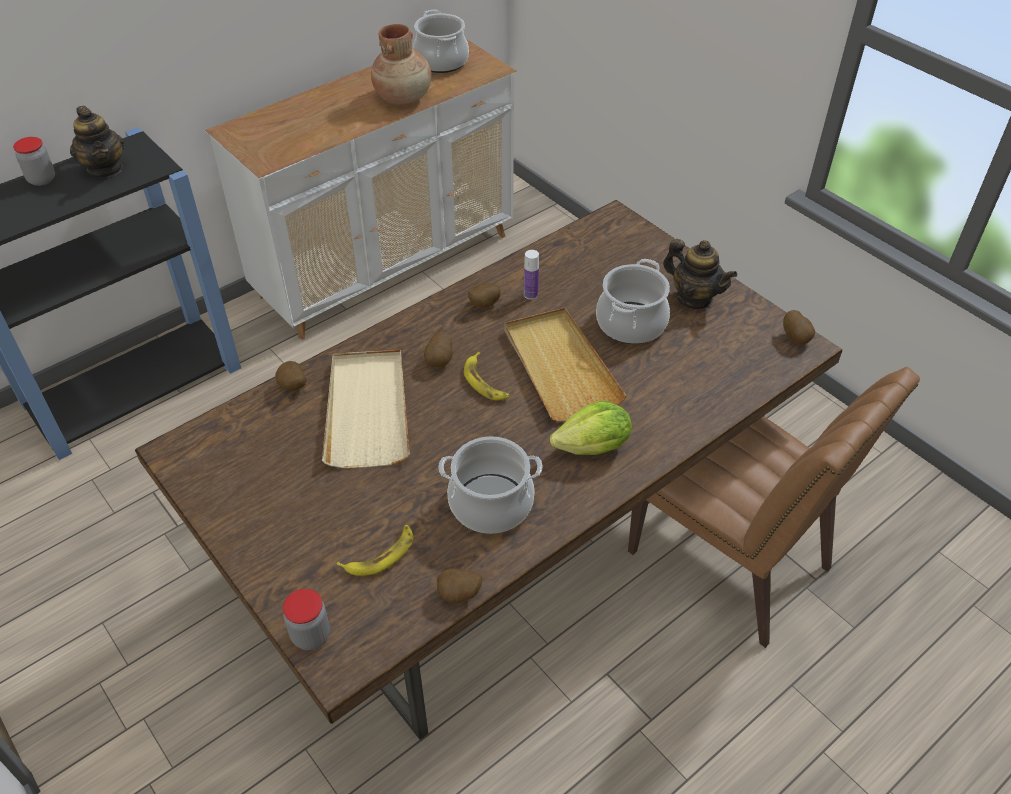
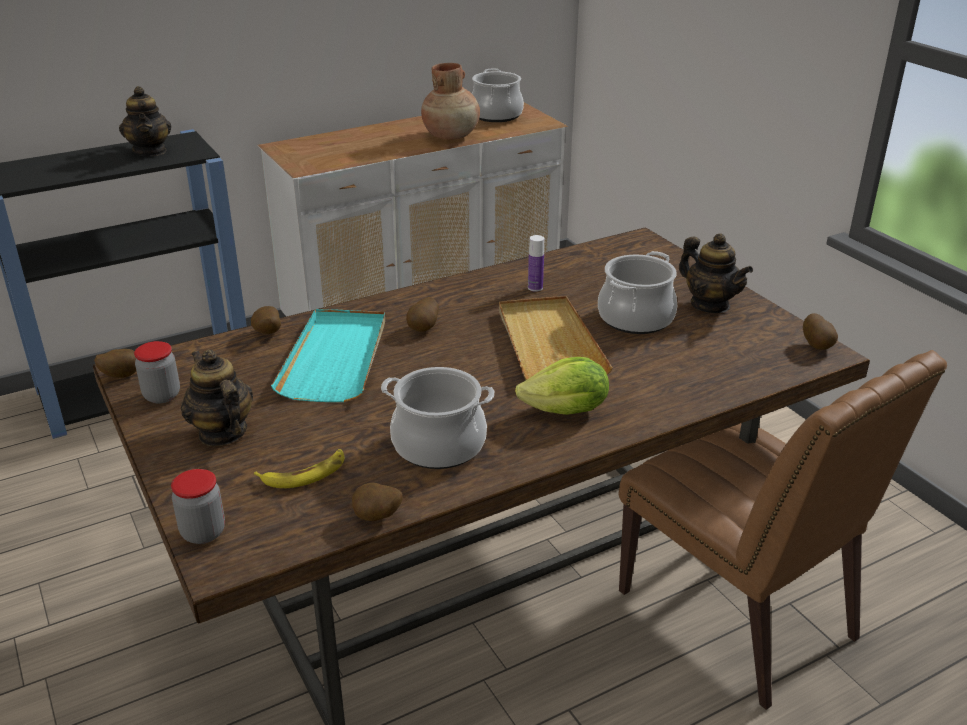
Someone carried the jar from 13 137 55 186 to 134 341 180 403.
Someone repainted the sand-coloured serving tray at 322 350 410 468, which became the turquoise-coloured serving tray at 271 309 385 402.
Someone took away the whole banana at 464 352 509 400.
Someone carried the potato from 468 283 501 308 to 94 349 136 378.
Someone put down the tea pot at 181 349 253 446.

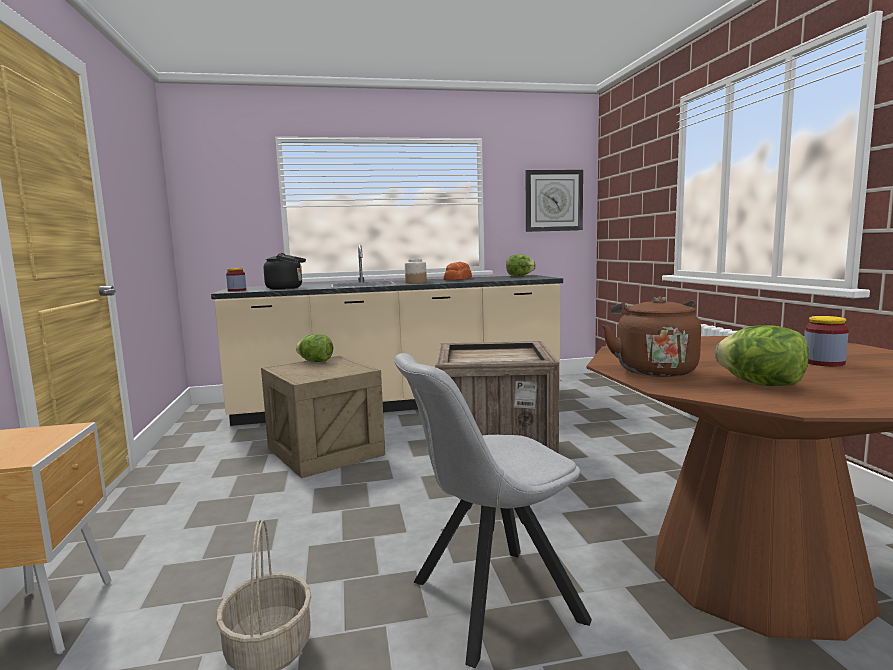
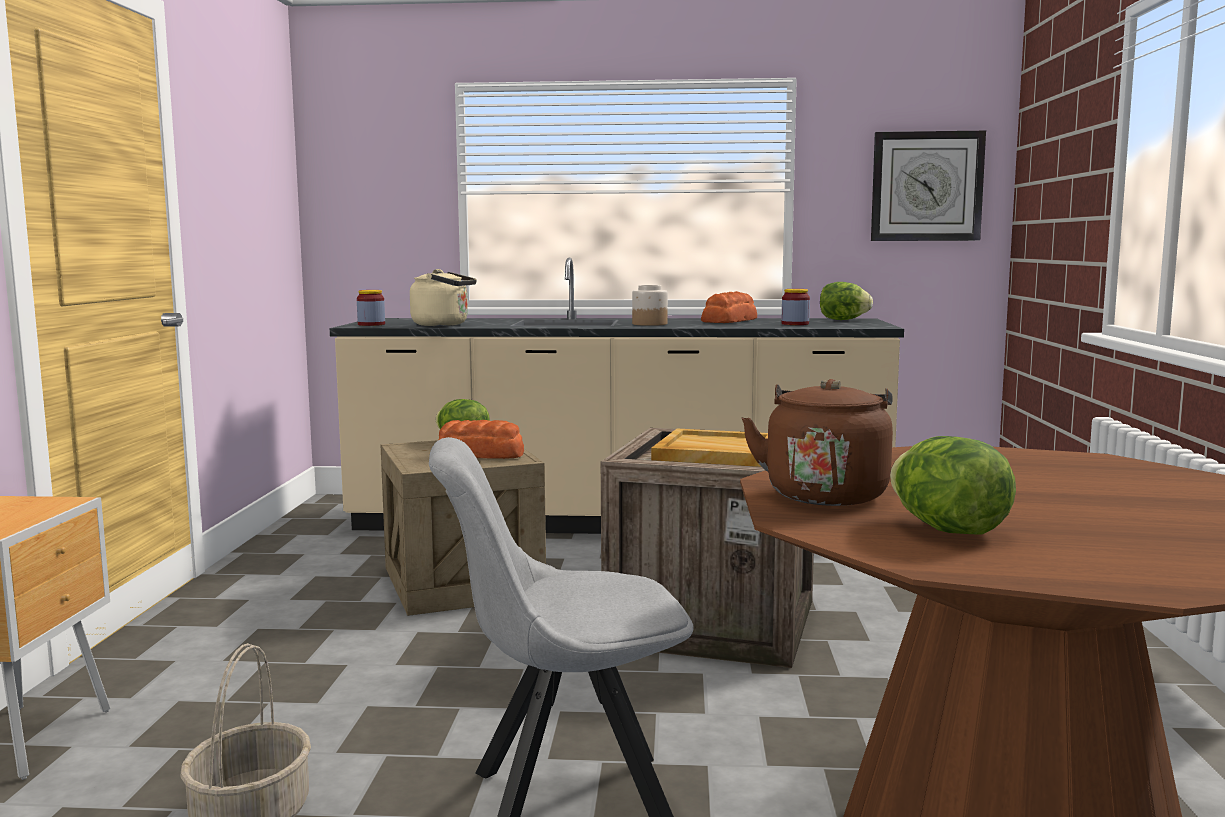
Someone repainted the black water kettle at 263 253 306 290, which became the sand-coloured water kettle at 410 269 477 326.
Someone carried the jar from 804 316 849 367 to 781 289 810 325.
Someone put down the baked bread at 438 420 524 459.
Someone put down the sand-coloured serving tray at 651 429 768 467.

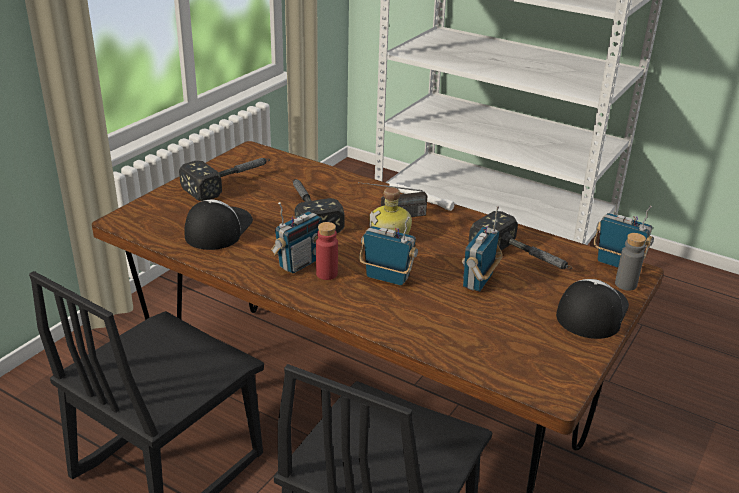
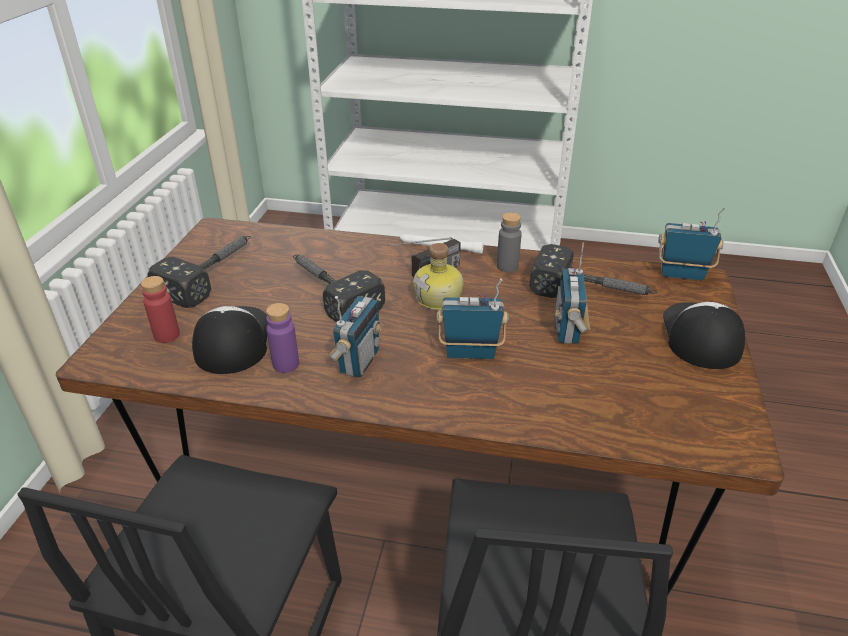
Someone carried the red-coloured beverage bottle from 316 222 338 280 to 141 276 180 343.
Someone carried the greyish beverage bottle from 615 233 646 291 to 497 212 522 272.
Someone put down the purple-coloured beverage bottle at 266 303 299 373.

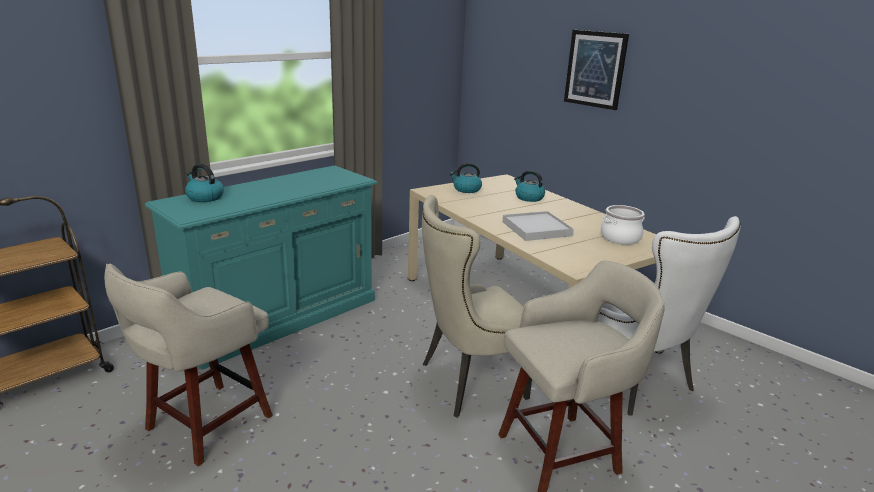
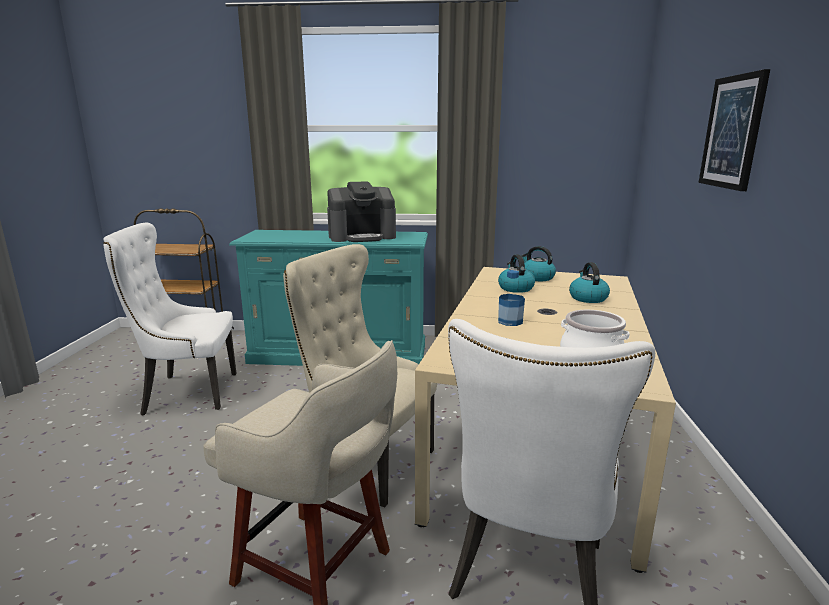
Someone swapped the sand-coloured sitting stool at 104 264 273 466 for the white-coloured plain chair at 103 223 236 416.
Someone carried the water kettle from 185 164 224 202 to 498 254 535 293.
Someone swapped the white-coloured serving tray at 502 211 573 241 for the beverage bottle at 498 270 525 326.
Someone put down the coffee maker at 327 181 396 242.

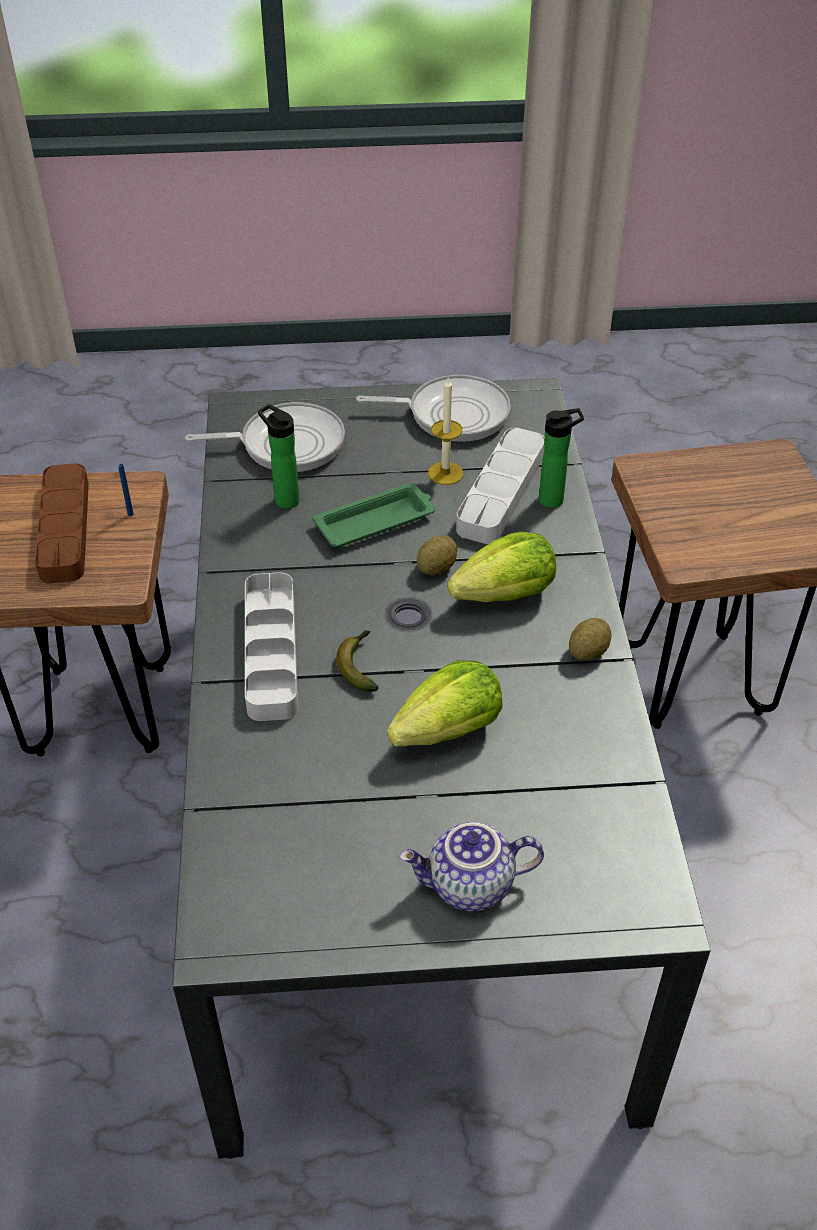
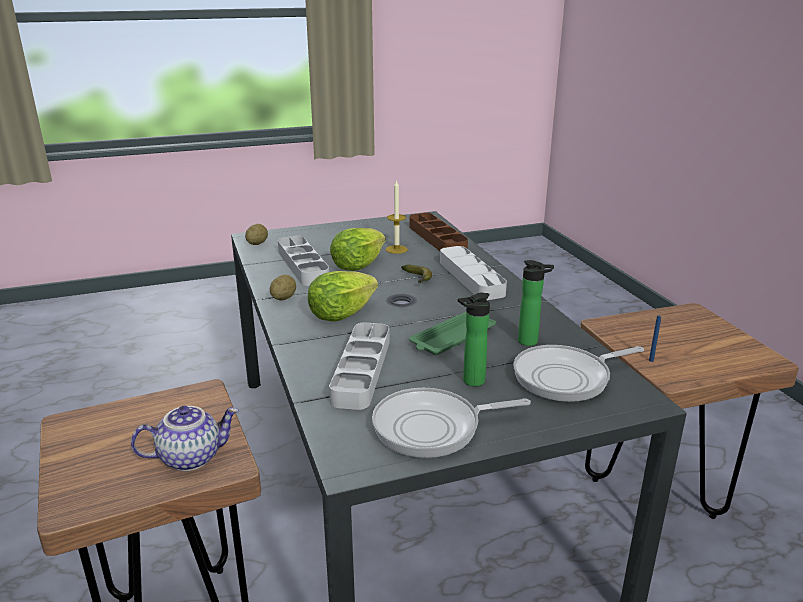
Someone carried the brownish serving tray from 35 463 89 583 to 410 213 468 251.
Someone carried the tea pot from 399 822 544 912 to 131 406 239 471.
Someone carried the potato from 417 535 457 575 to 245 224 268 245.
Someone carried the candle from 428 376 463 485 to 386 179 408 254.
Someone carried the beverage bottle from 539 408 584 508 to 458 293 490 386.
Someone put down the greyish serving tray at 278 236 329 286.

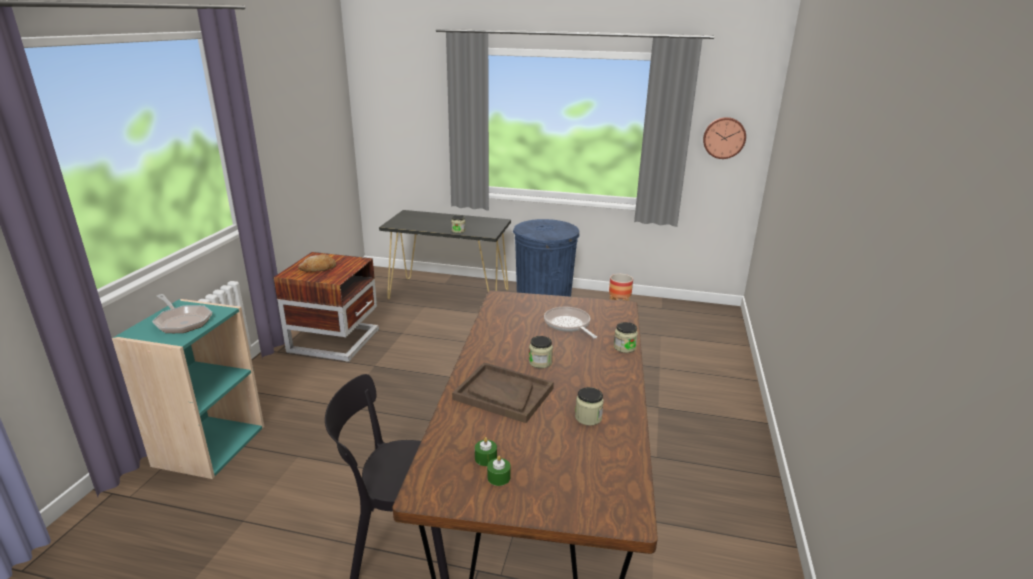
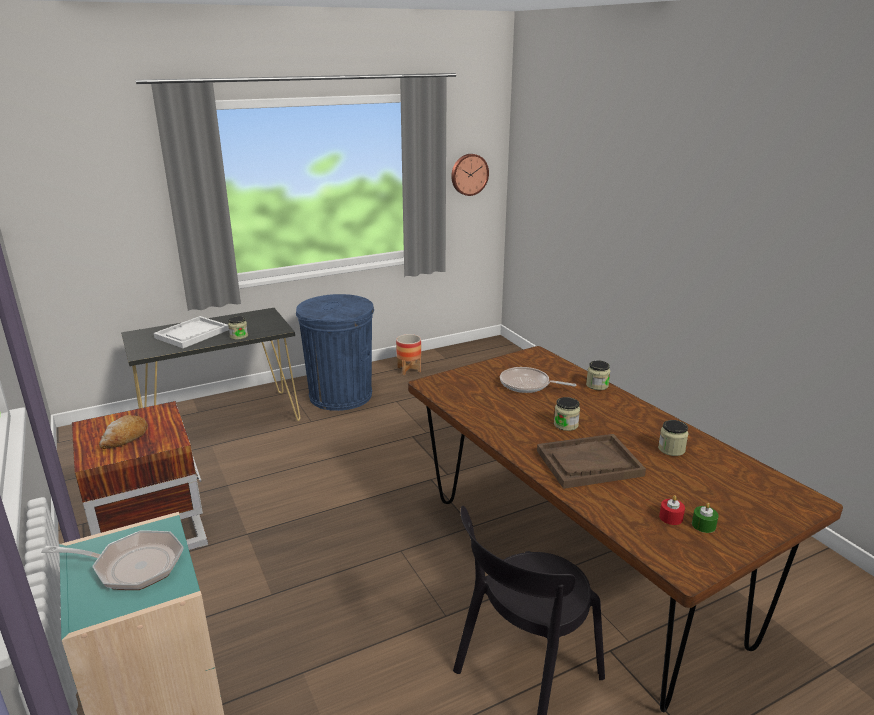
Someone repainted the greenish candle at 475 437 497 466, which became the red-coloured candle at 659 495 685 525.
Someone put down the white-coloured serving tray at 154 316 229 348.

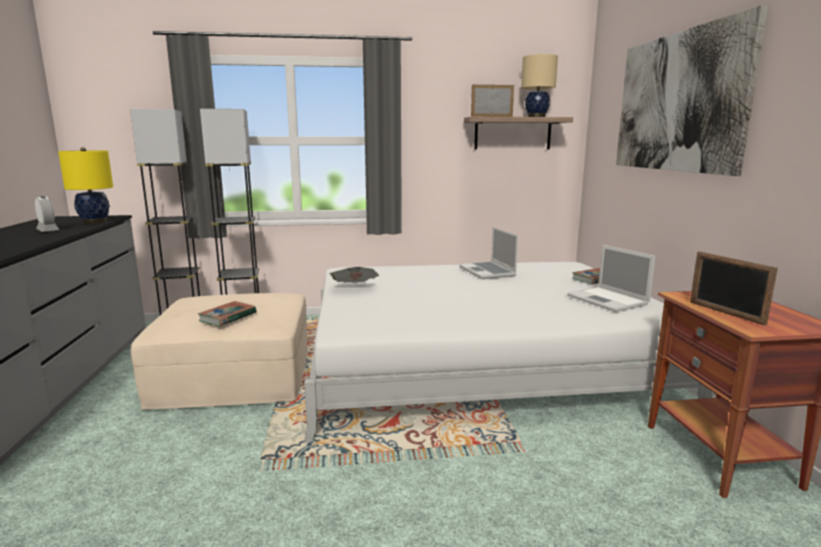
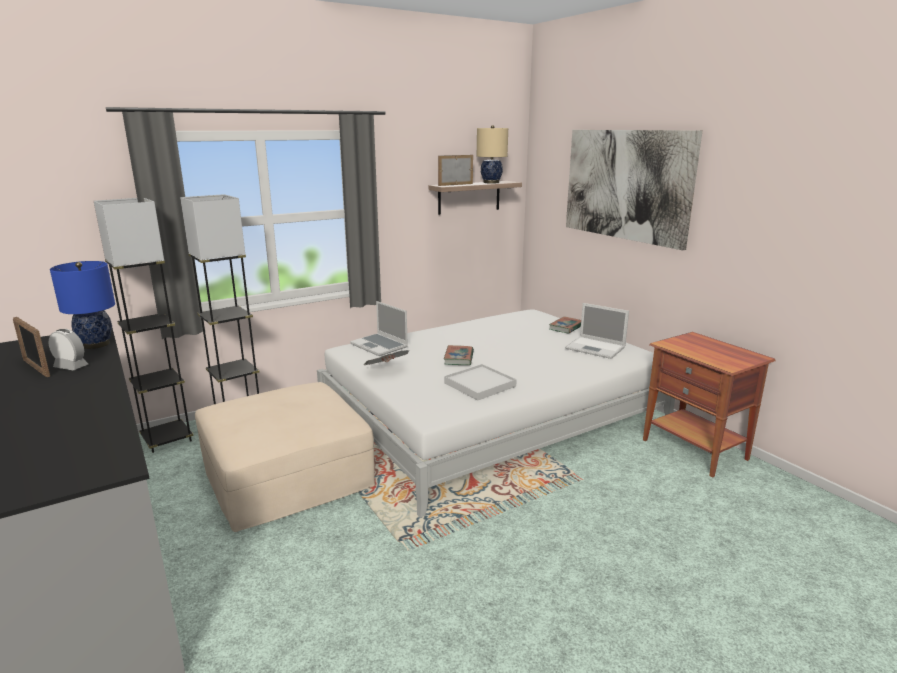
Someone repainted the yellowish table lamp at 58 147 113 224, which became the bluish table lamp at 50 261 115 349.
Someone carried the book from 198 301 257 326 to 444 345 474 365.
Someone carried the portable computer from 460 227 518 279 to 350 301 408 356.
Someone carried the photo frame from 690 251 778 325 to 13 317 50 377.
Someone put down the white-coloured serving tray at 444 364 517 400.

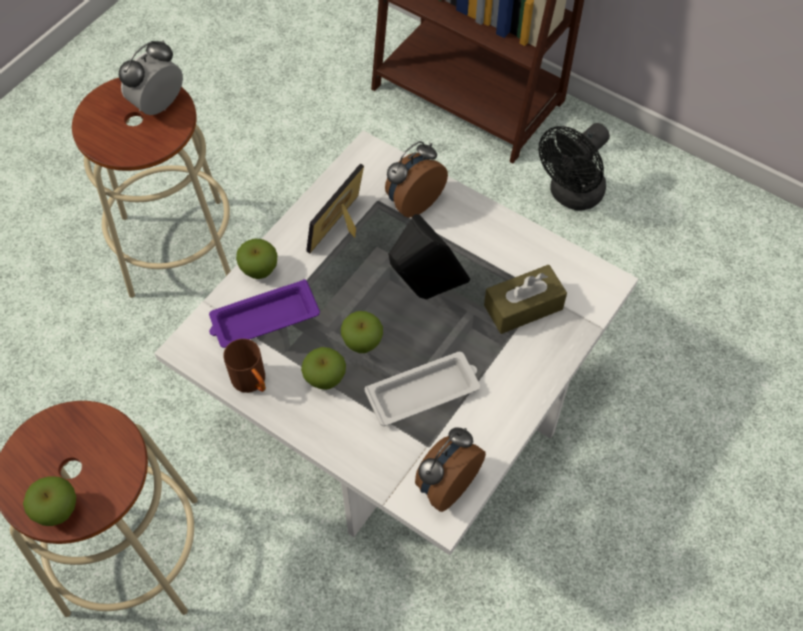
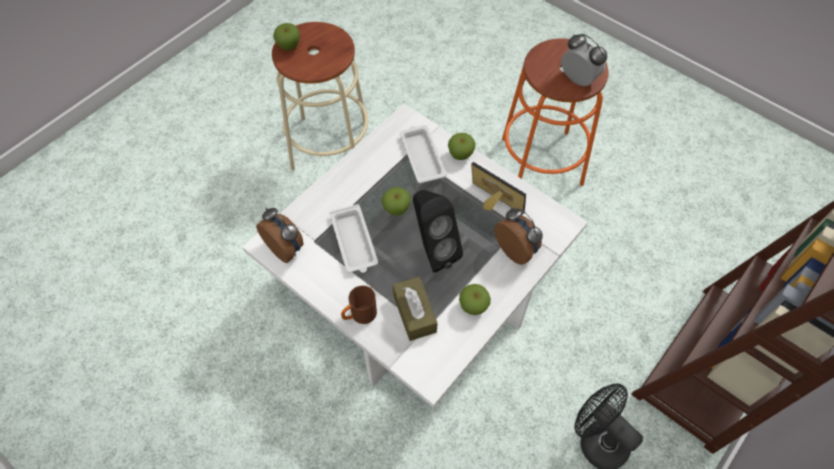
Someone repainted the sand-coloured sitting stool at 72 78 231 298, which became the orangey sitting stool at 502 38 608 186.
Someone repainted the purple-coloured serving tray at 209 279 320 348, which became the white-coloured serving tray at 400 125 447 183.
Someone carried the brownish tea mug from 223 339 266 393 to 341 286 377 324.
Someone carried the whole apple from 301 347 346 390 to 459 284 491 315.

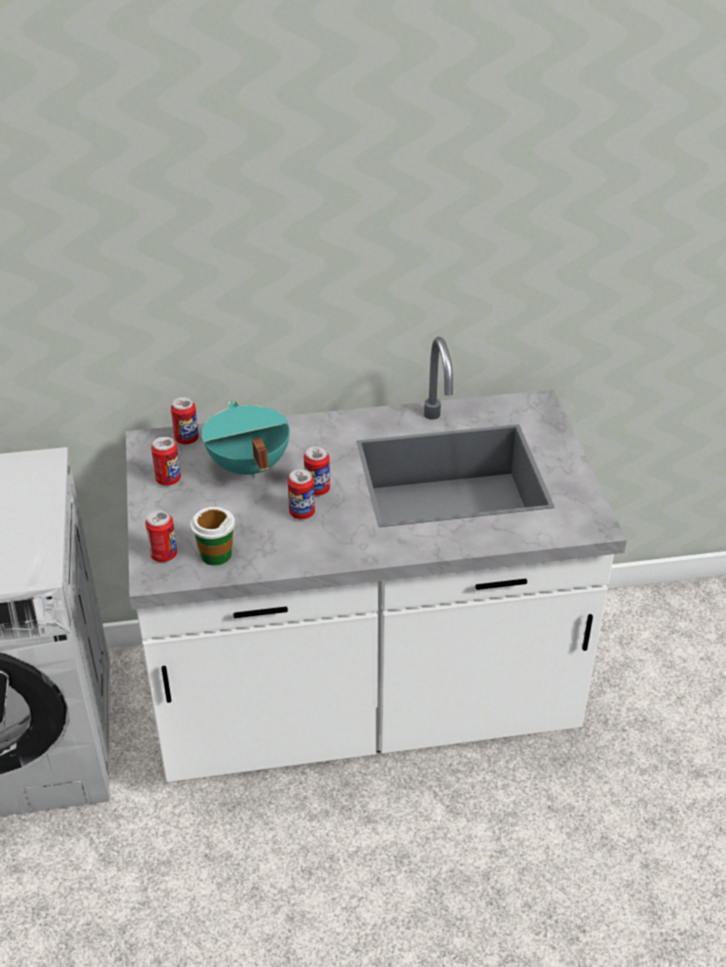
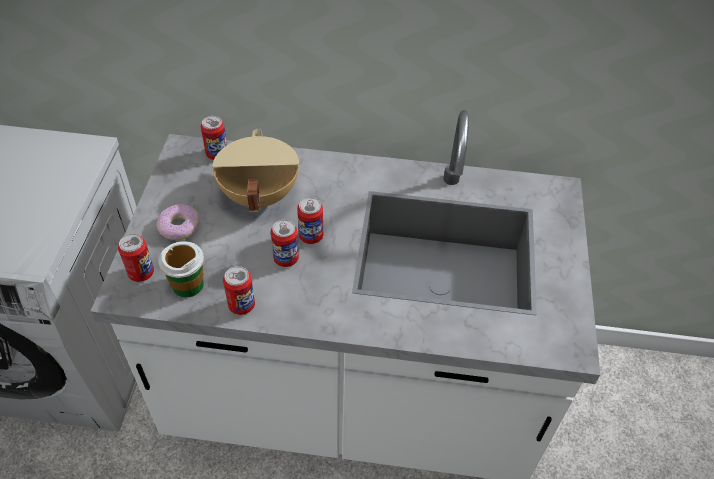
Someone carried the can from 151 437 181 486 to 223 266 255 315.
Someone repainted the turquoise-coloured stockpot at 202 400 290 478, which became the sand-coloured stockpot at 212 129 299 212.
Someone put down the donut at 156 204 200 240.

